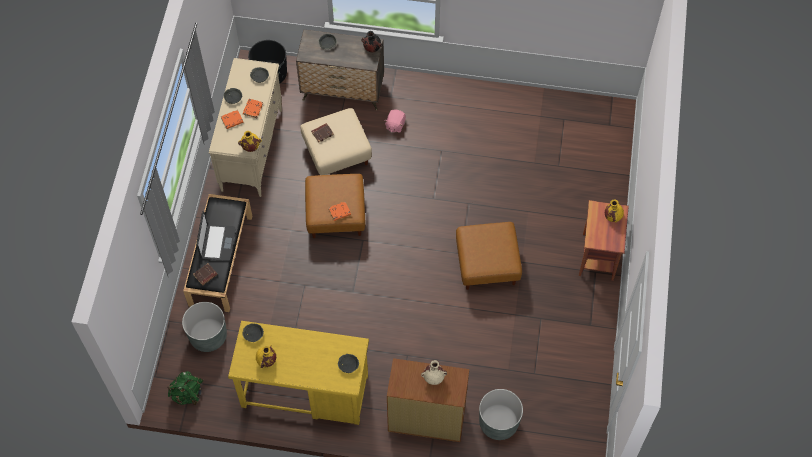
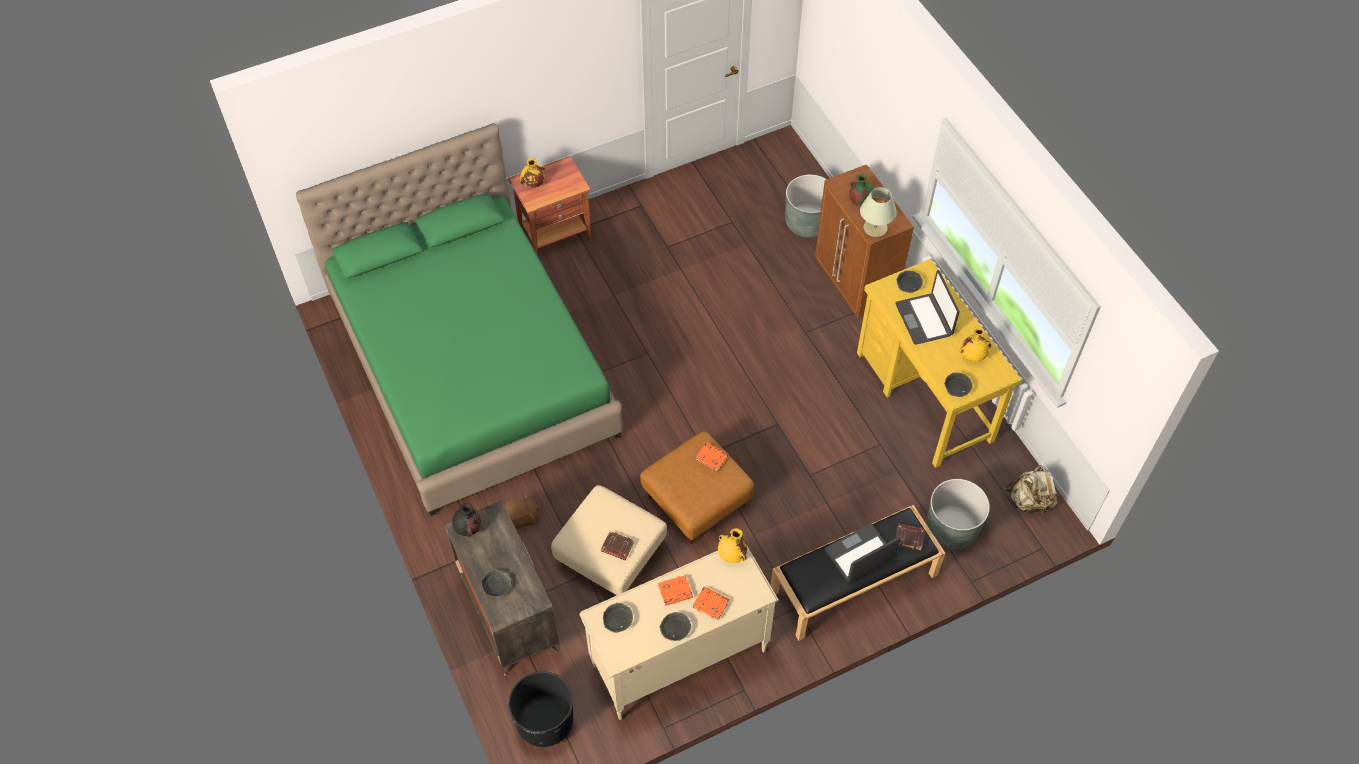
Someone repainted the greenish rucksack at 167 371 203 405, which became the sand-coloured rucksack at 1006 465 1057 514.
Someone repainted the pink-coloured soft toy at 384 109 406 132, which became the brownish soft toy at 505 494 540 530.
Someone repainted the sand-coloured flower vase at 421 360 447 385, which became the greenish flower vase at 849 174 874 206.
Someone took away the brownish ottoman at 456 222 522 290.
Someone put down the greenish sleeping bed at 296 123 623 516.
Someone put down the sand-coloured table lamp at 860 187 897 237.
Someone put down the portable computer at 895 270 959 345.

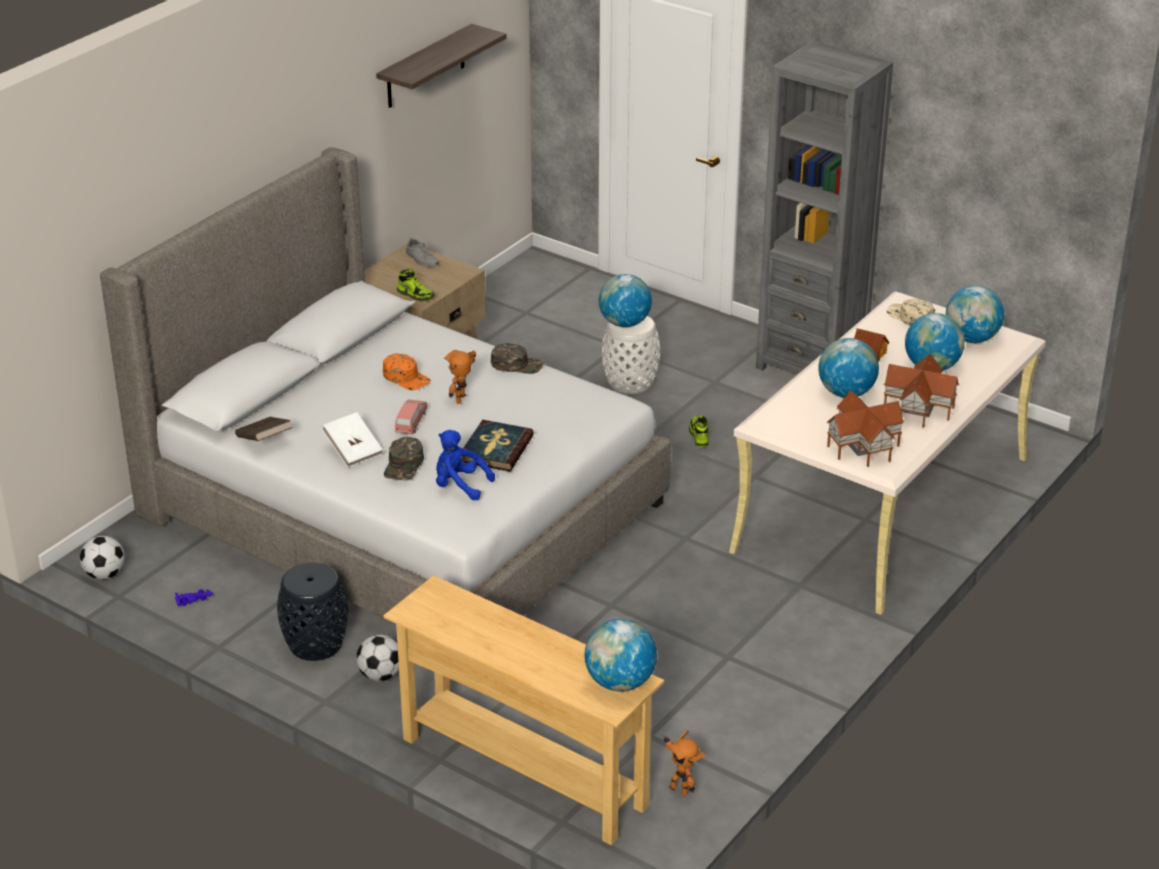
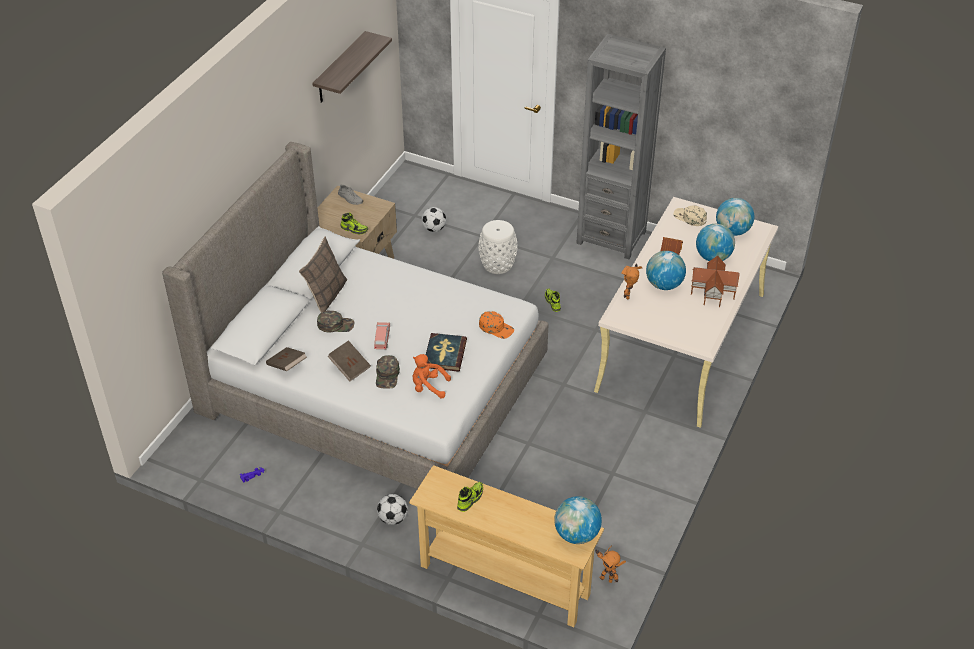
Someone carried the ball for football from 80 536 125 579 to 422 207 446 232.
Someone took away the black sitting stool at 277 563 348 661.
Someone repainted the white-coloured book at 322 412 383 467, which became the brownish book at 327 341 371 381.
Someone carried the orangey baseball cap from 383 353 431 390 to 479 311 514 339.
Someone repainted the bluish soft toy at 436 430 495 500, which became the orangey soft toy at 412 354 451 399.
Someone carried the model robot from 444 350 476 404 to 621 264 643 300.
Someone carried the greenish baseball cap from 491 343 544 374 to 317 310 354 332.
Someone took away the globe at 599 274 652 327.
Someone took away the toy house at 827 390 904 467.
Someone put down the pillow at 299 237 347 313.
Someone put down the shoe at 457 482 483 512.

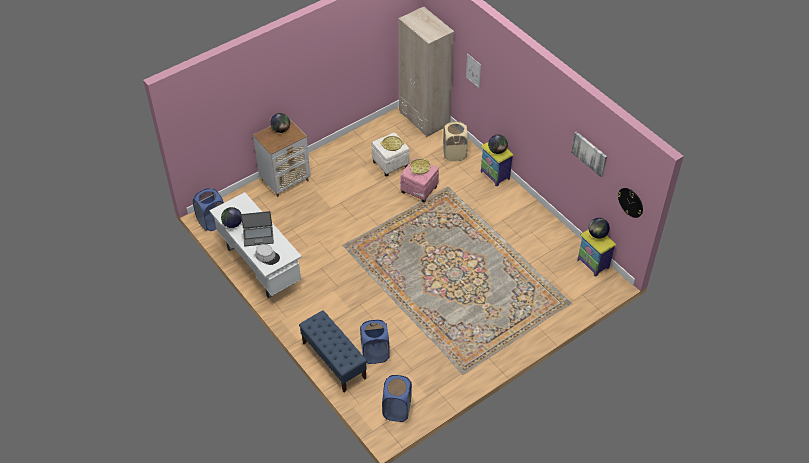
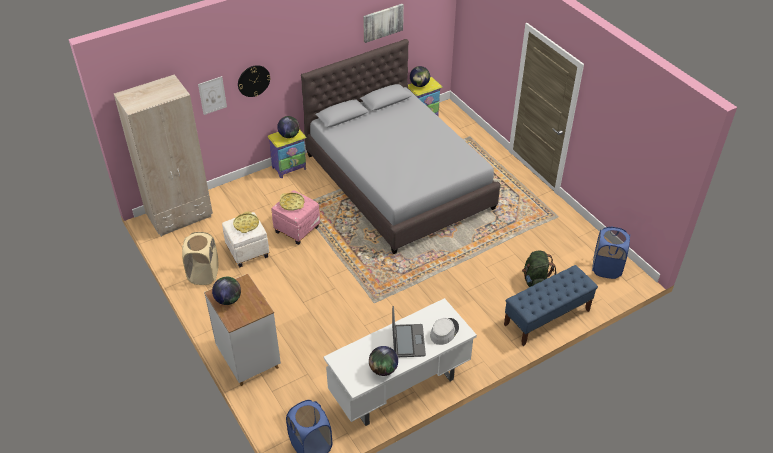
Someone swapped the bluish hamper at 360 319 390 364 for the greenish rucksack at 522 251 557 287.
Someone carried the sand-coloured hamper from 443 121 468 161 to 182 232 219 285.
Someone carried the clock on the wall from 618 188 643 218 to 238 65 271 97.
Someone put down the greyish sleeping bed at 301 39 500 254.

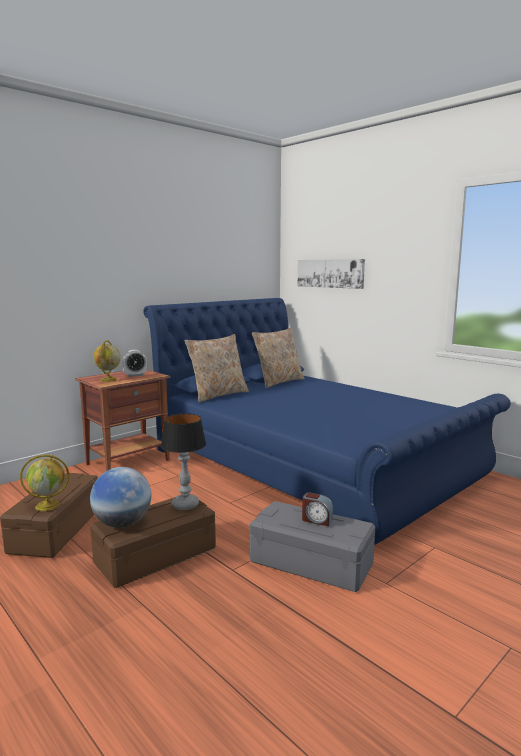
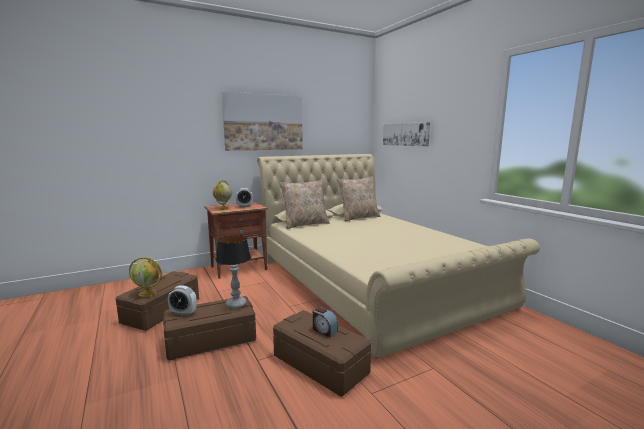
Someone swapped the globe at 90 467 151 528 for the alarm clock at 168 285 197 316.
Someone repainted the bluish sleeping bed at 143 298 511 545, which became the sand-coloured sleeping bed at 257 154 540 358.
Someone repainted the greyish storage box at 250 501 375 592, which became the brownish storage box at 273 310 371 397.
Someone put up the picture at 222 92 303 151.

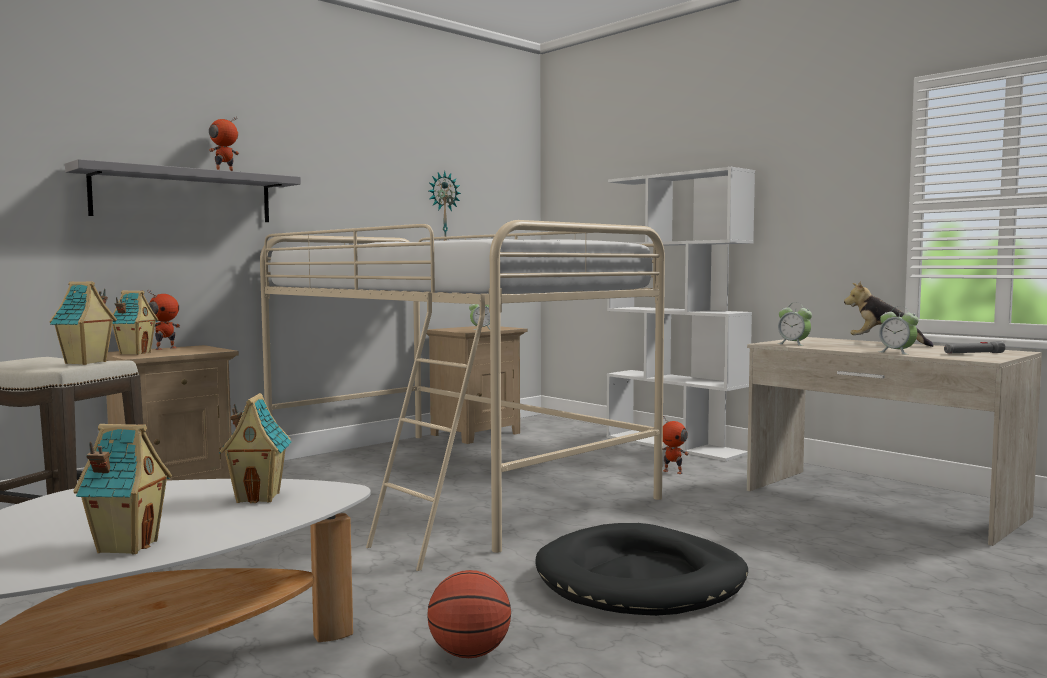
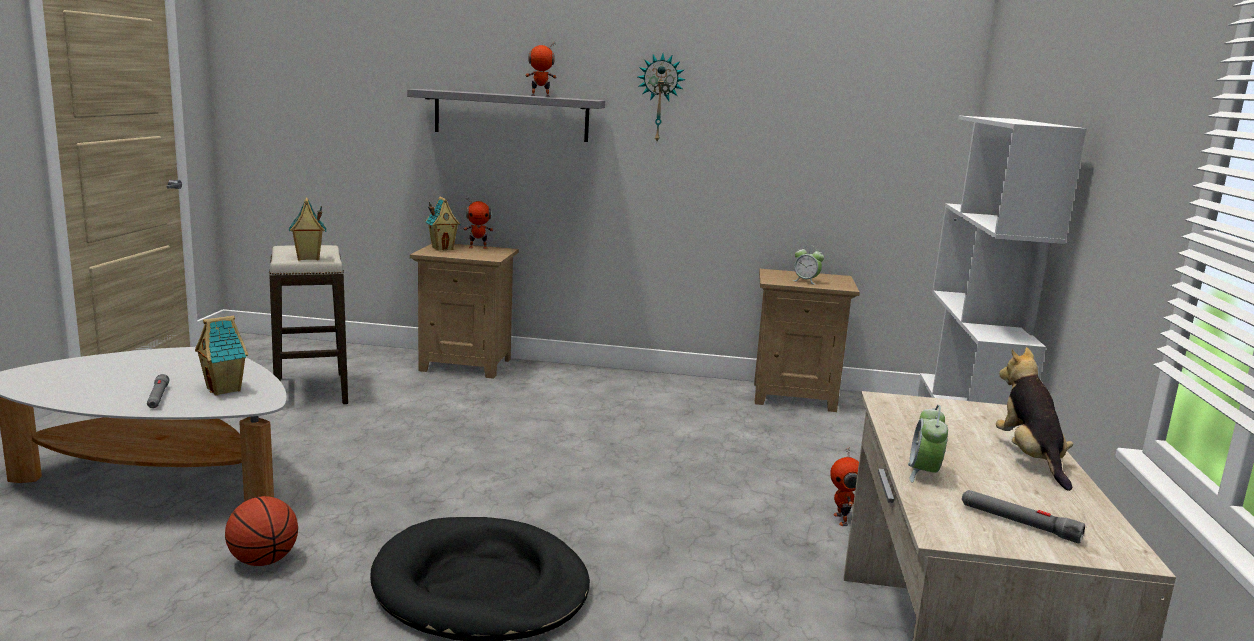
Someone took away the toy house at 73 424 172 555.
Someone took away the sand-coloured sleeping bed at 260 220 665 571.
Someone carried the clock on the wall from 429 171 461 241 to 638 54 685 141.
Someone took away the alarm clock at 778 302 812 346.
Someone put down the greyish hand torch at 147 374 169 408.

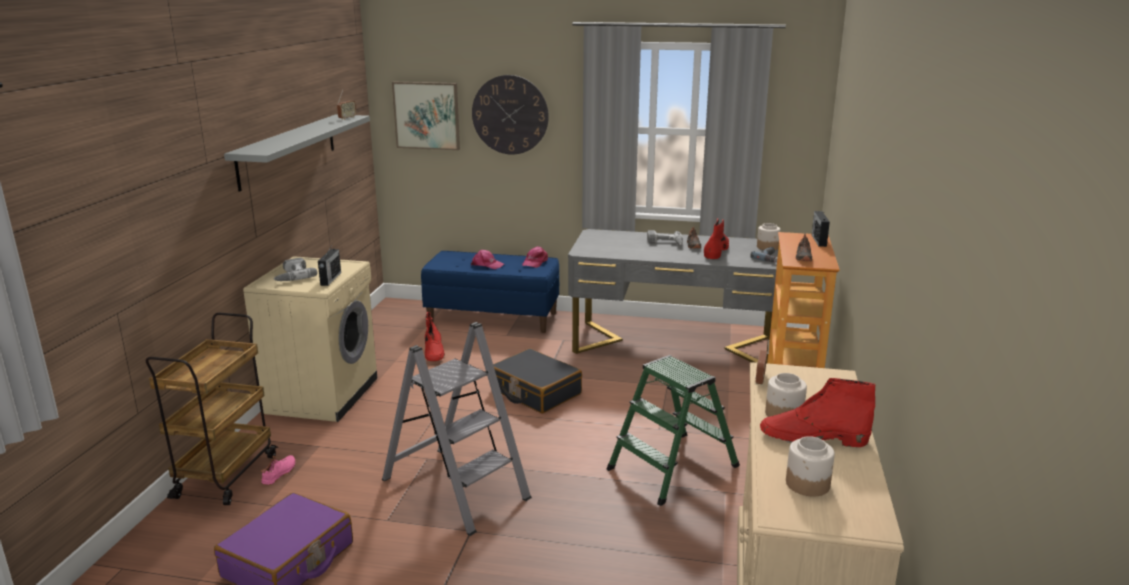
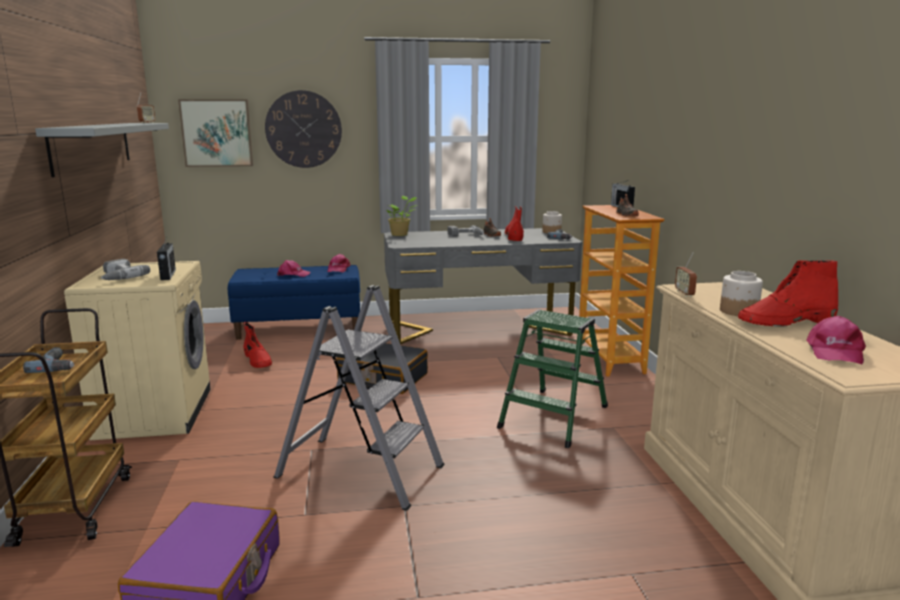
Someone took away the pink-coloured shoe at 261 455 295 485.
Someone swapped the jar at 786 436 835 497 for the pink-coloured baseball cap at 806 316 866 364.
Someone put down the drill at 23 347 74 373.
Someone put down the plant in a pot at 386 196 417 236.

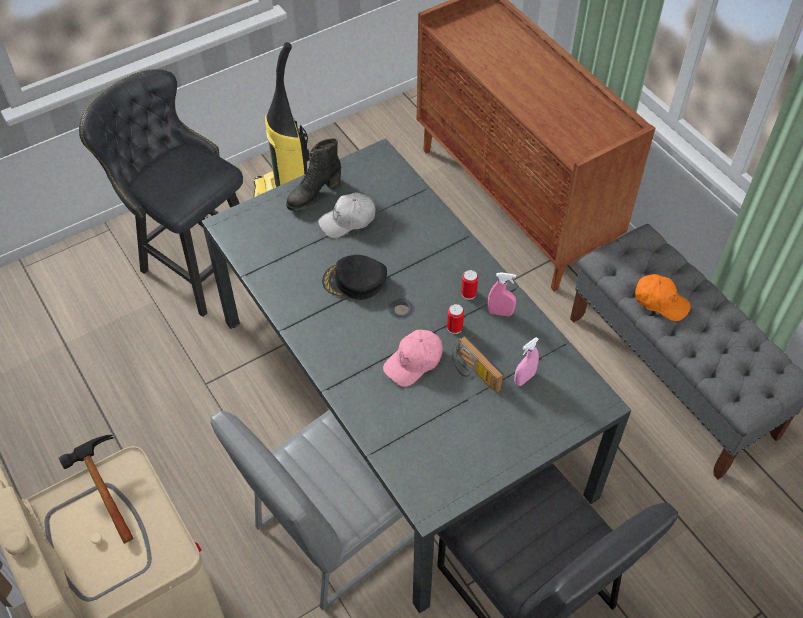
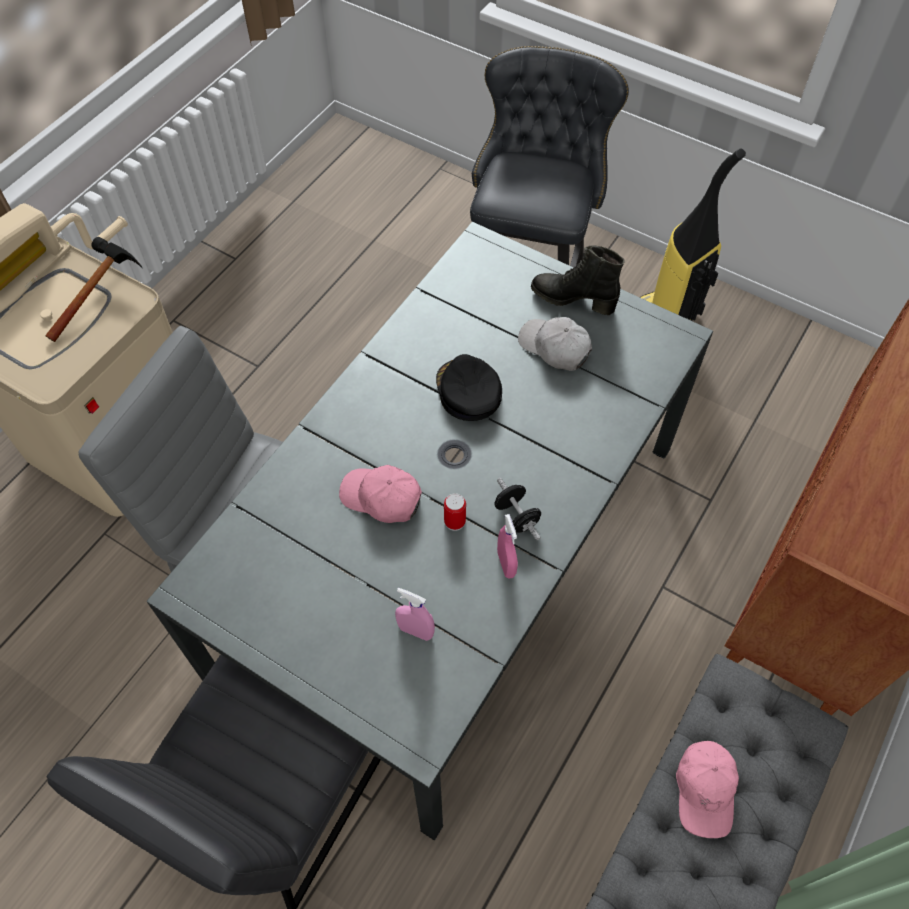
Someone took away the radio receiver at 452 336 504 393.
Someone swapped the can at 461 270 478 300 for the black hand weight at 494 478 541 540.
Someone repainted the orangey baseball cap at 635 274 691 321, which became the pink-coloured baseball cap at 676 741 739 838.

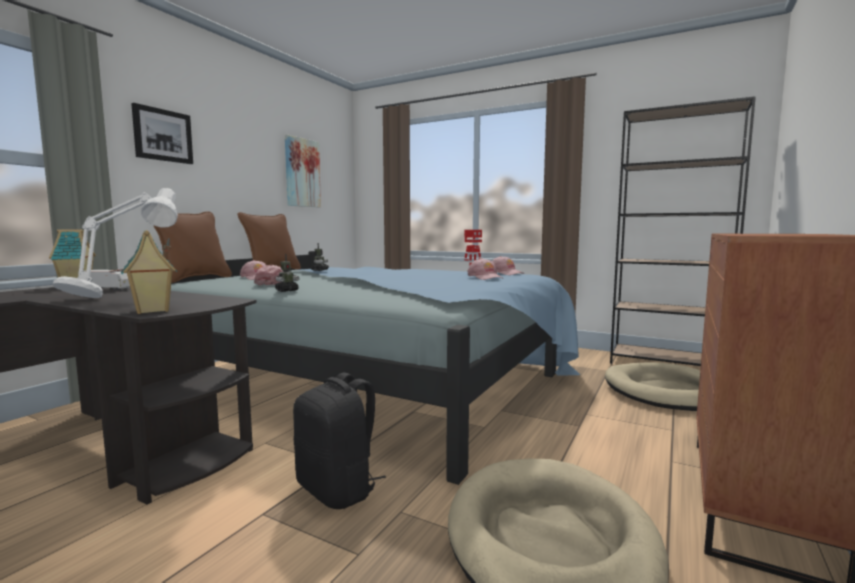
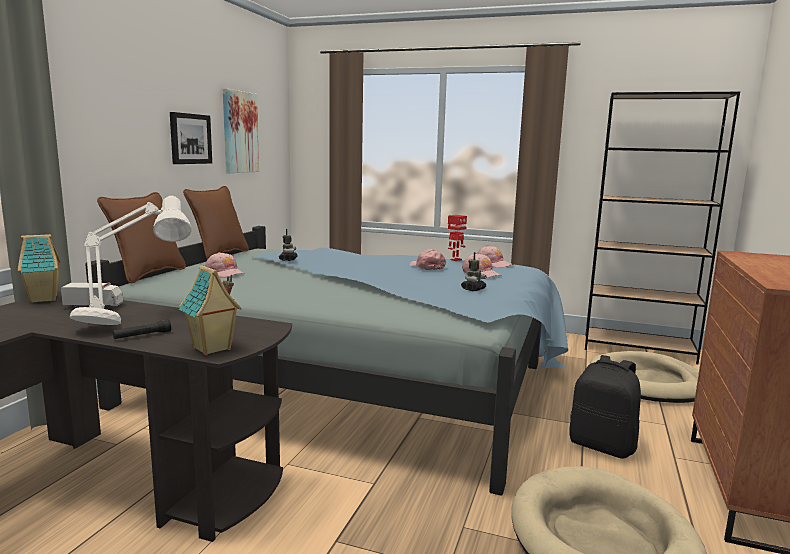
Someone carried the picture from 131 103 193 164 to 170 112 212 164.
Someone carried the pink-coloured baseball cap from 254 265 284 285 to 409 249 446 270.
Someone carried the model robot from 275 254 300 292 to 461 252 486 291.
Someone carried the black rucksack from 293 373 386 509 to 569 355 641 459.
Someone put down the black hand torch at 113 319 171 339.

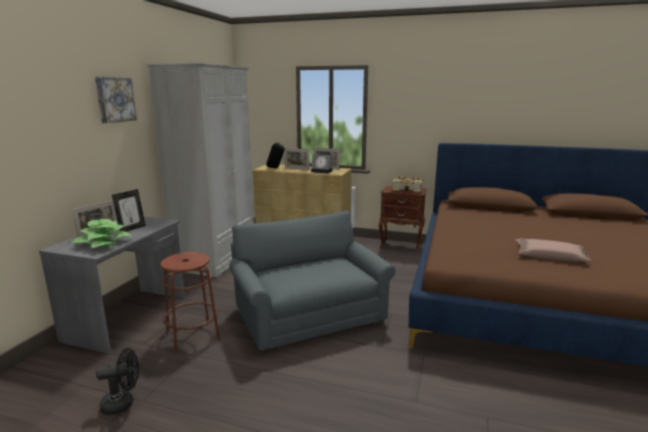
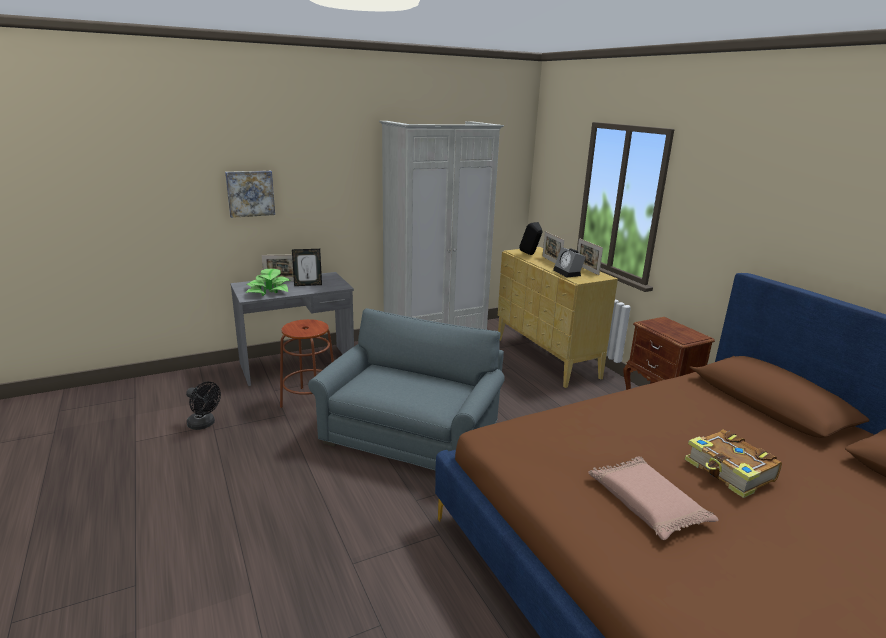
Someone carried the picture from 95 77 137 123 to 225 171 275 218.
Someone carried the book from 392 176 422 192 to 685 429 782 498.

